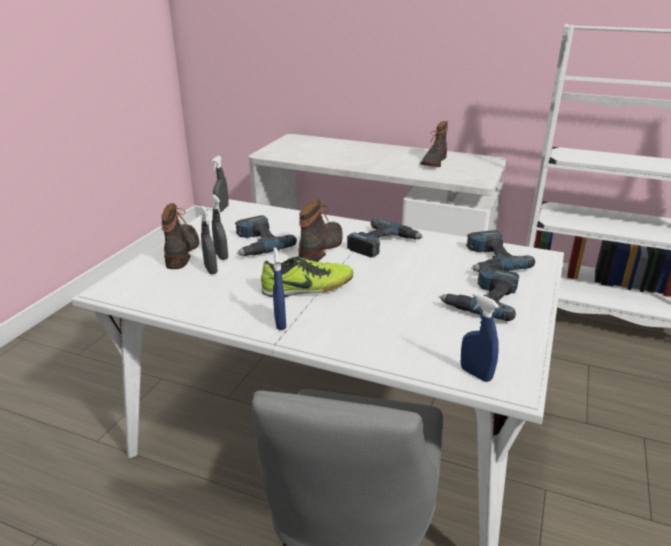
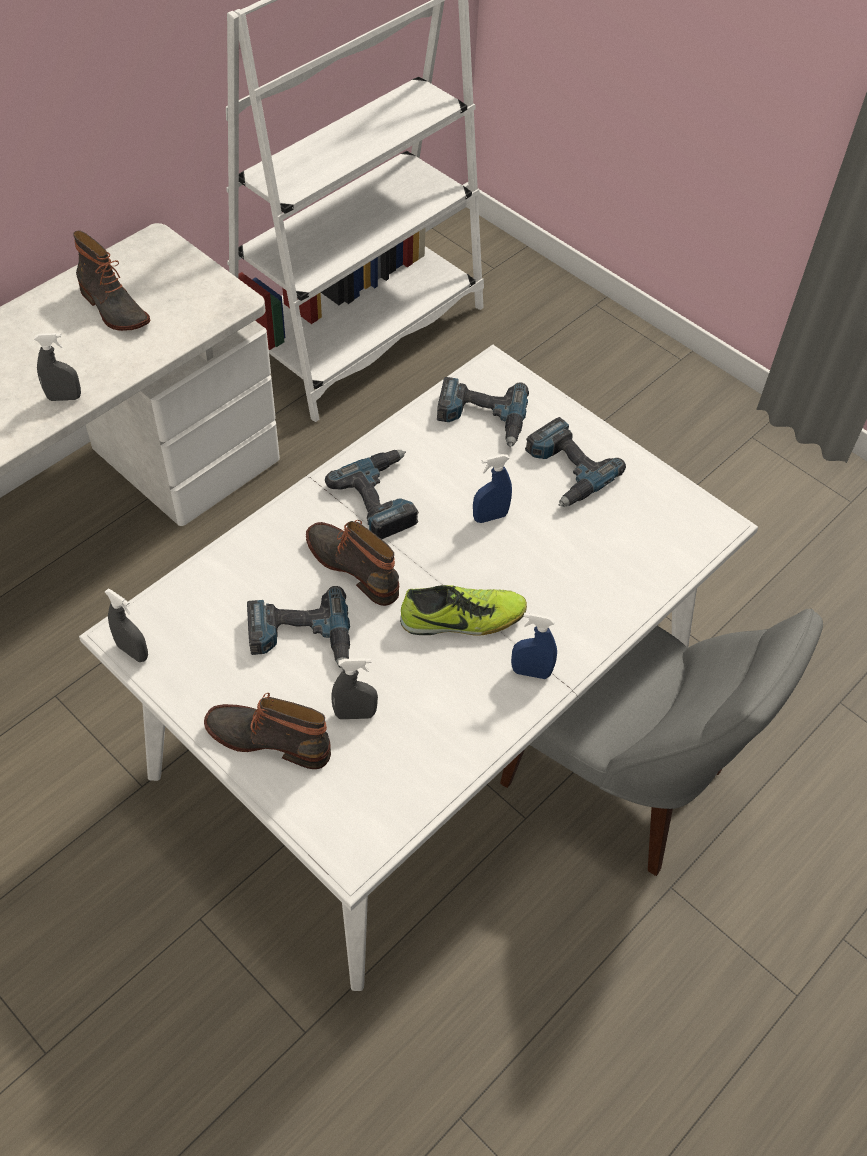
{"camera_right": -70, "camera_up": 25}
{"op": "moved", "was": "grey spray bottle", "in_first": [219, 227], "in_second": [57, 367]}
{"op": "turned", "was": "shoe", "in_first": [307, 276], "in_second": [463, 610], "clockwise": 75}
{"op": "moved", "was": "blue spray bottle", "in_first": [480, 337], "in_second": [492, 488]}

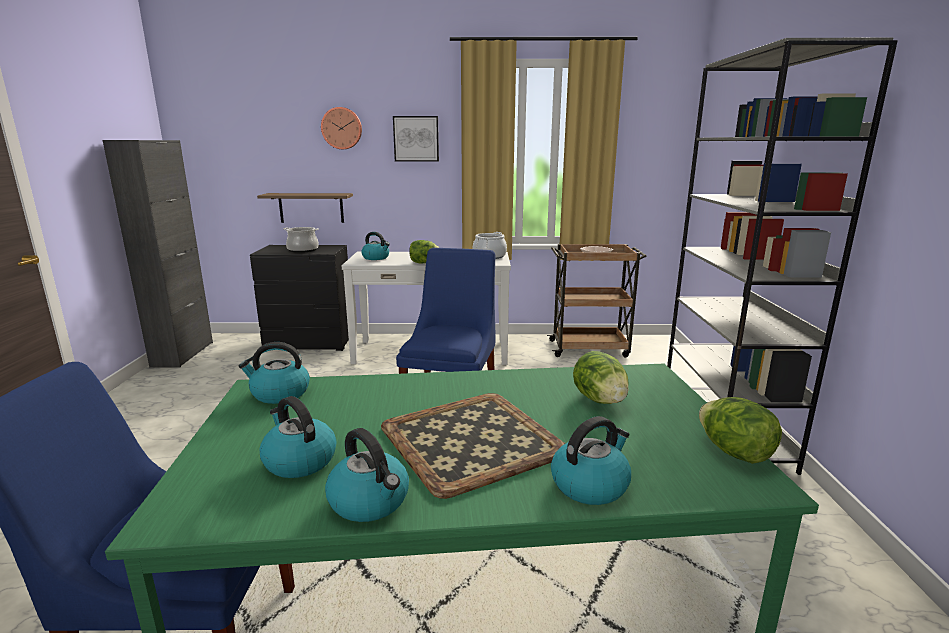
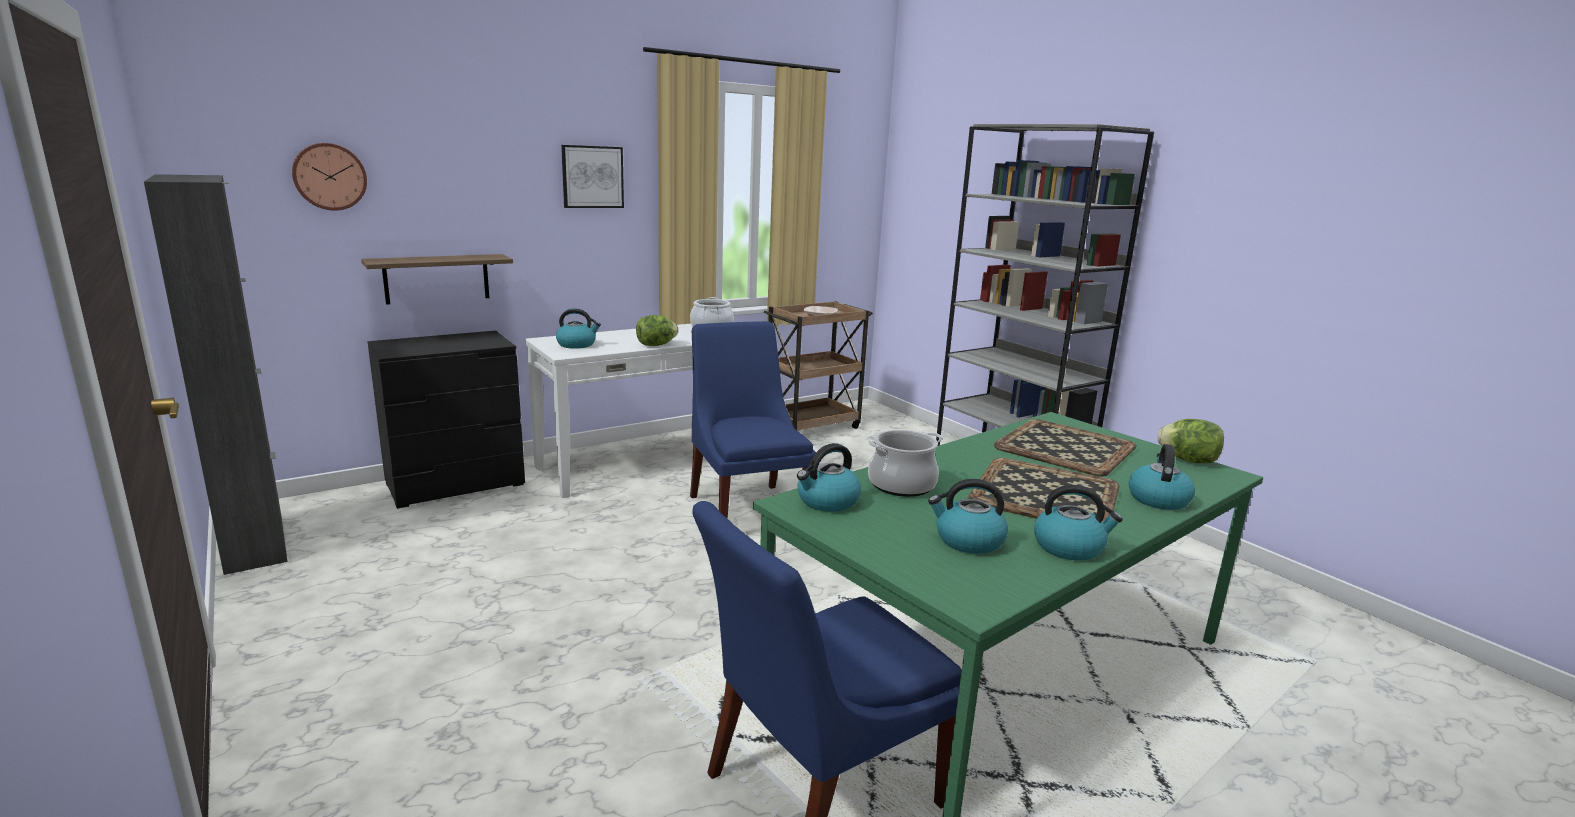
{"camera_right": -35, "camera_up": 0}
{"op": "moved", "was": "wall clock", "in_first": [341, 128], "in_second": [329, 177]}
{"op": "moved", "was": "cooking pot", "in_first": [301, 240], "in_second": [905, 463]}
{"op": "replaced", "was": "lettuce", "now": "tray", "in_first": [601, 377], "in_second": [1065, 447]}

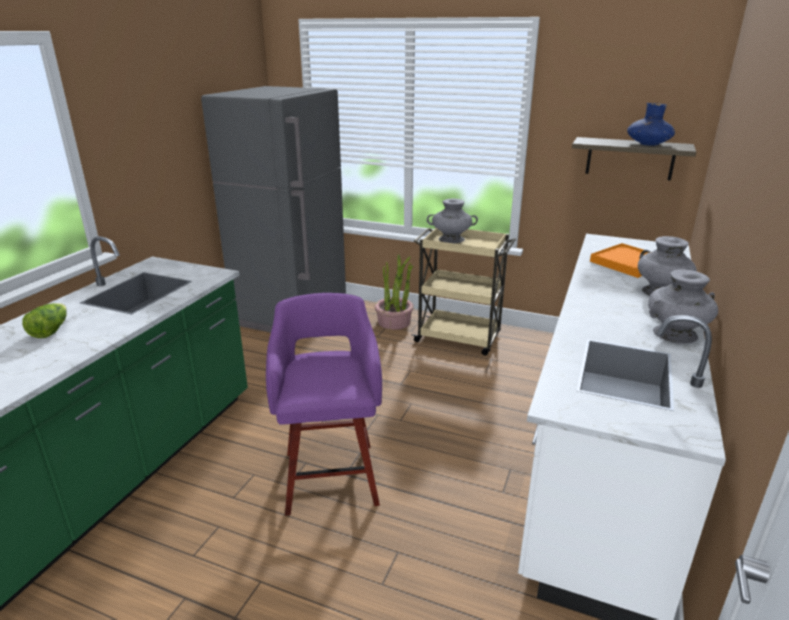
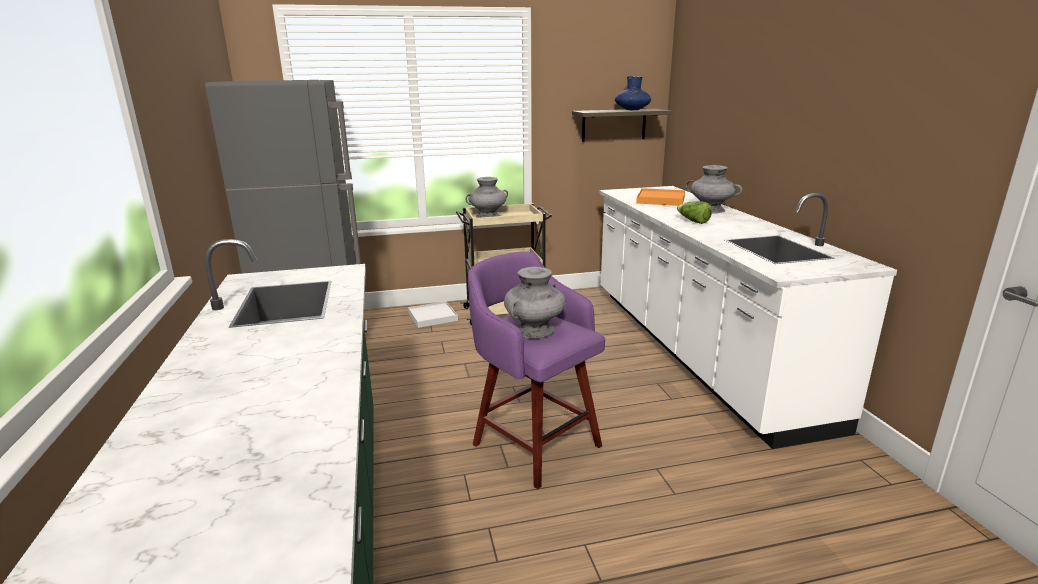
{"camera_right": -35, "camera_up": -5}
{"op": "replaced", "was": "potted plant", "now": "white tray", "in_first": [394, 292], "in_second": [433, 314]}
{"op": "moved", "was": "grey vase", "in_first": [683, 306], "in_second": [535, 302]}
{"op": "moved", "was": "lettuce", "in_first": [44, 320], "in_second": [694, 212]}

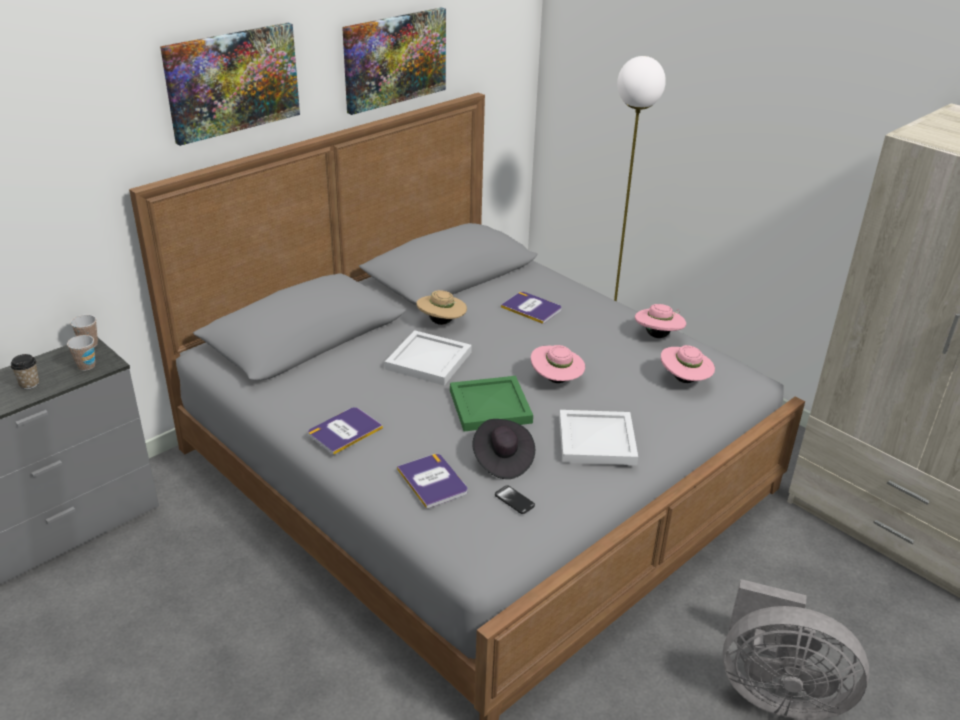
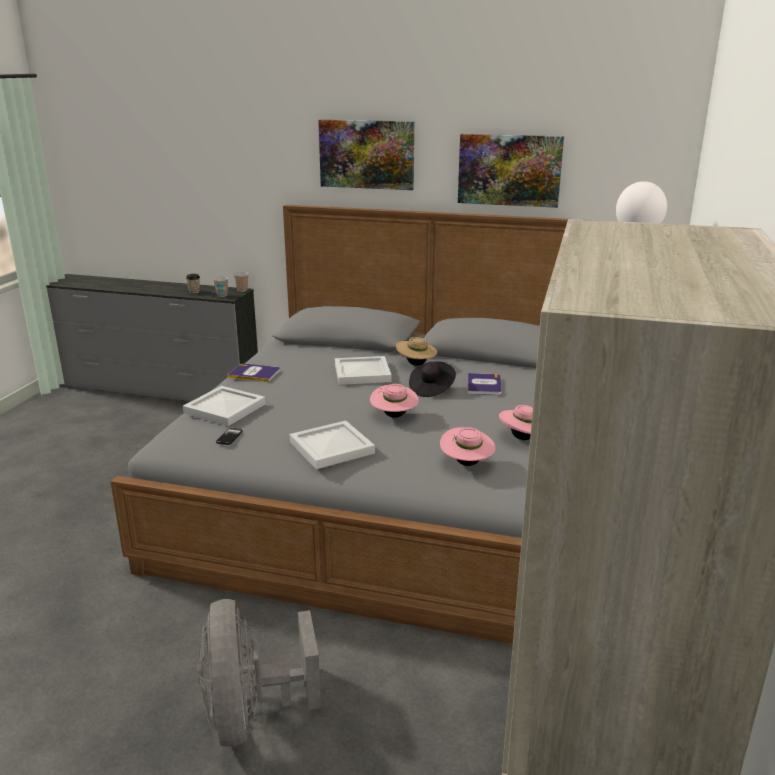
{"camera_right": 60, "camera_up": -10}
{"op": "replaced", "was": "book", "now": "white tray", "in_first": [432, 481], "in_second": [224, 406]}
{"op": "moved", "was": "black hat", "in_first": [503, 449], "in_second": [432, 379]}
{"op": "removed", "was": "green tray", "in_first": [491, 403]}

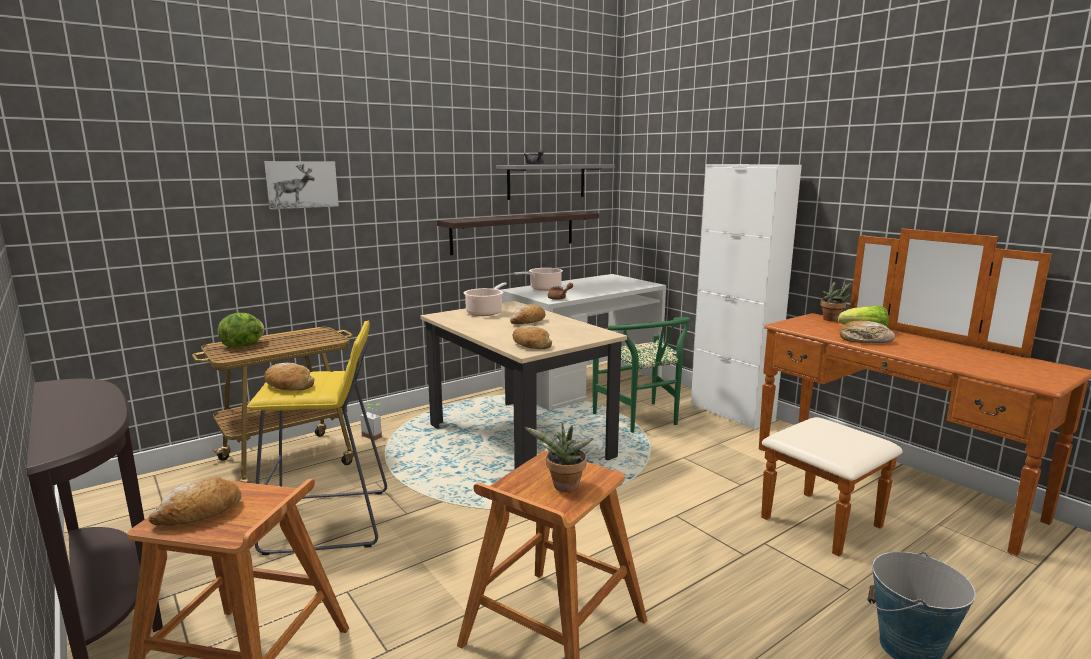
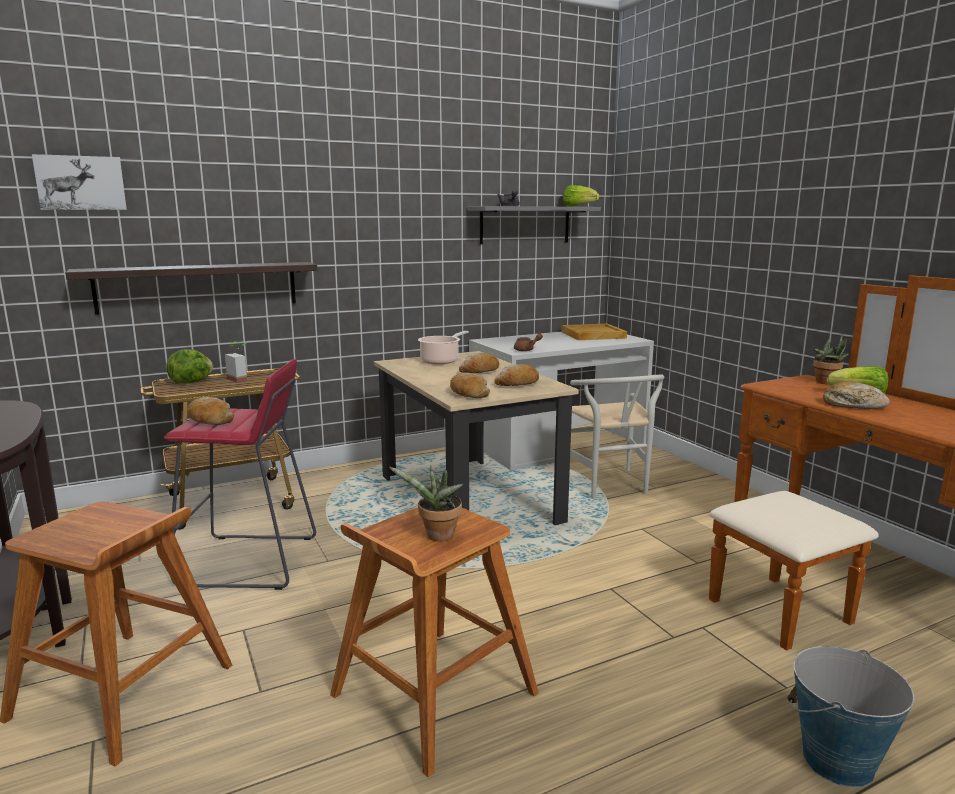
{"camera_right": 10, "camera_up": 0}
{"op": "moved", "was": "picture", "in_first": [301, 185], "in_second": [79, 182]}
{"op": "moved", "was": "shelf", "in_first": [518, 233], "in_second": [191, 288]}
{"op": "recoloured", "was": "yellow stool", "now": "red stool", "in_first": [317, 438], "in_second": [240, 474]}
{"op": "moved", "was": "potted plant", "in_first": [371, 422], "in_second": [236, 362]}
{"op": "moved", "was": "bread", "in_first": [195, 501], "in_second": [516, 375]}
{"op": "added", "now": "beige tray", "in_second": [594, 332]}
{"op": "added", "now": "lettuce", "in_second": [581, 196]}
{"op": "recoloured", "was": "green chair", "now": "white chair", "in_first": [641, 375], "in_second": [617, 437]}
{"op": "removed", "was": "cooking pot", "in_first": [538, 279]}
{"op": "removed", "was": "white cabinet", "in_first": [746, 297]}

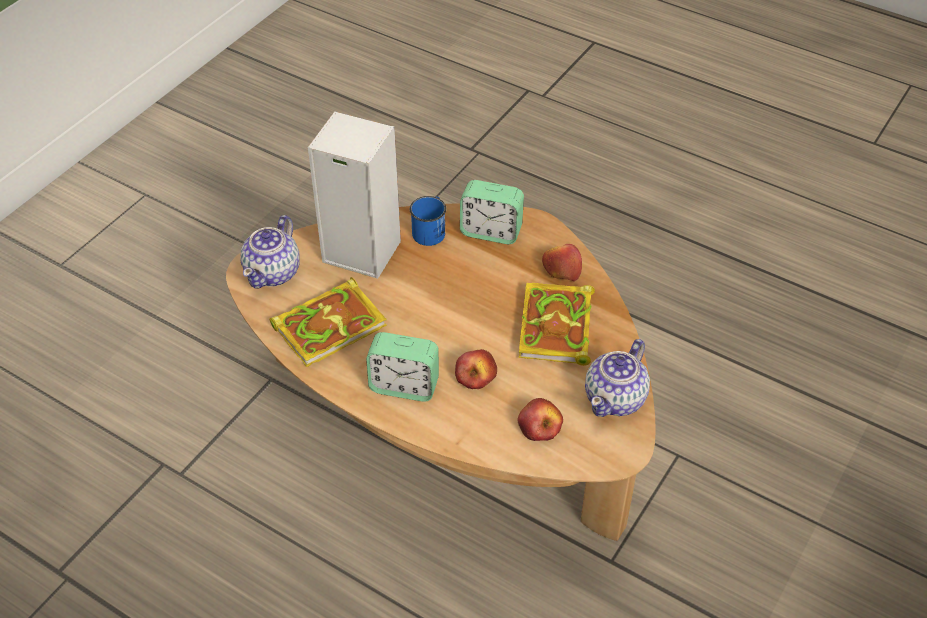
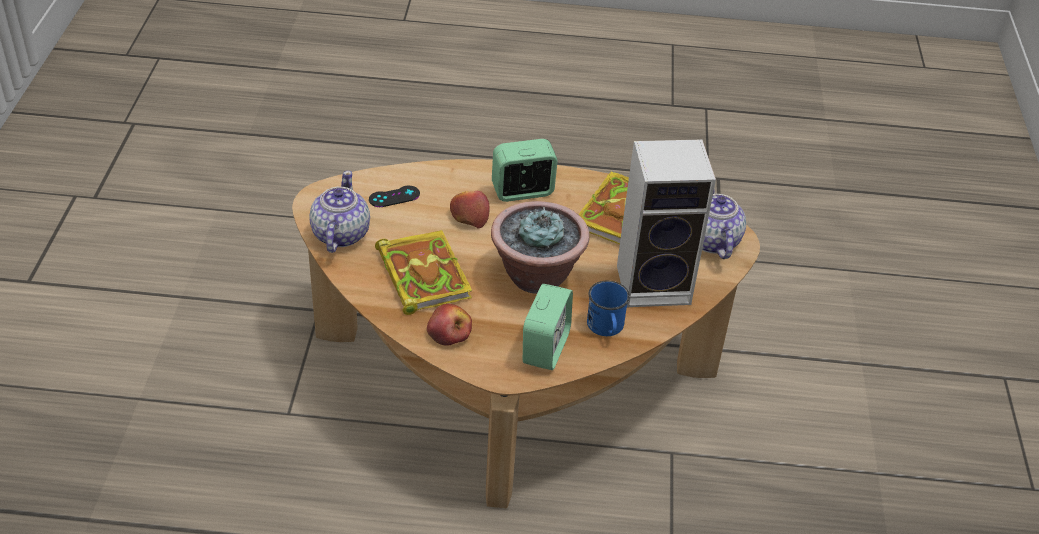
{"camera_right": 150, "camera_up": -5}
{"op": "replaced", "was": "apple", "now": "black game controller", "in_first": [540, 419], "in_second": [394, 196]}
{"op": "added", "now": "potted plant", "in_second": [540, 247]}
{"op": "turned", "was": "alarm clock", "in_first": [492, 212], "in_second": [548, 327], "clockwise": 120}

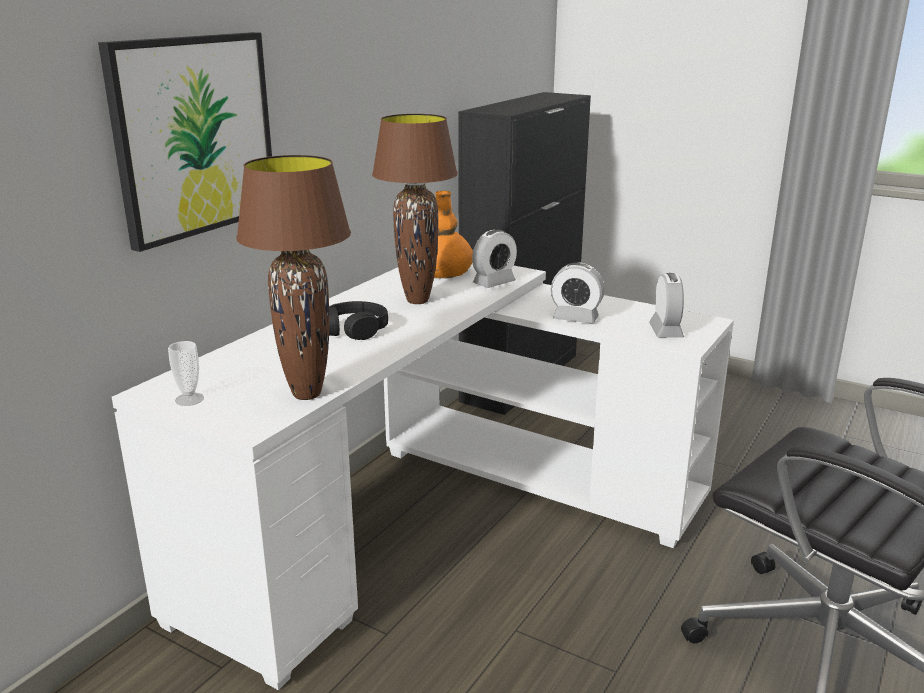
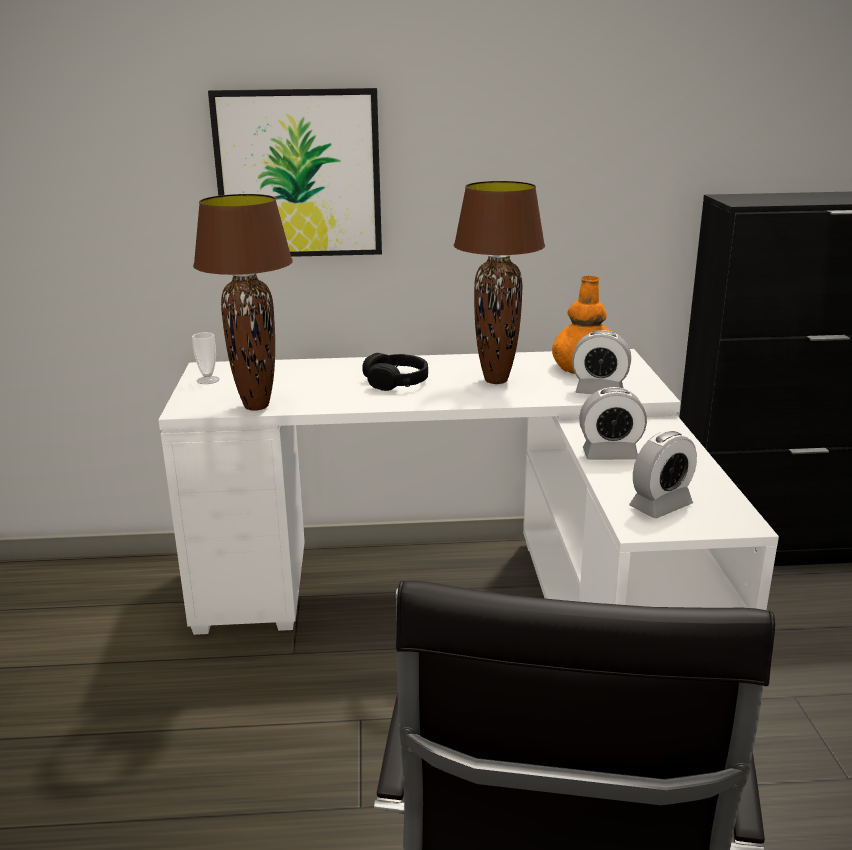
{"camera_right": 55, "camera_up": 0}
{"op": "turned", "was": "alarm clock", "in_first": [578, 293], "in_second": [613, 423], "clockwise": -75}

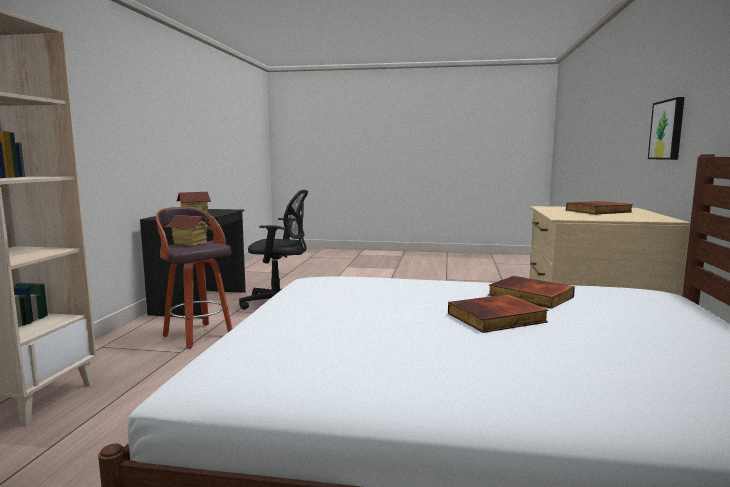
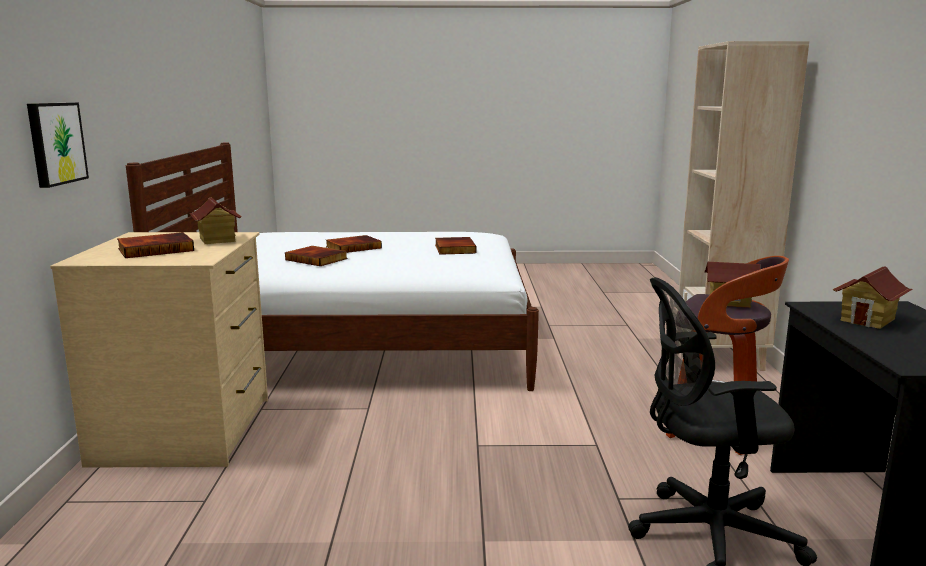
{"camera_right": 170, "camera_up": 5}
{"op": "added", "now": "toy house", "in_second": [215, 220]}
{"op": "added", "now": "book", "in_second": [456, 246]}

